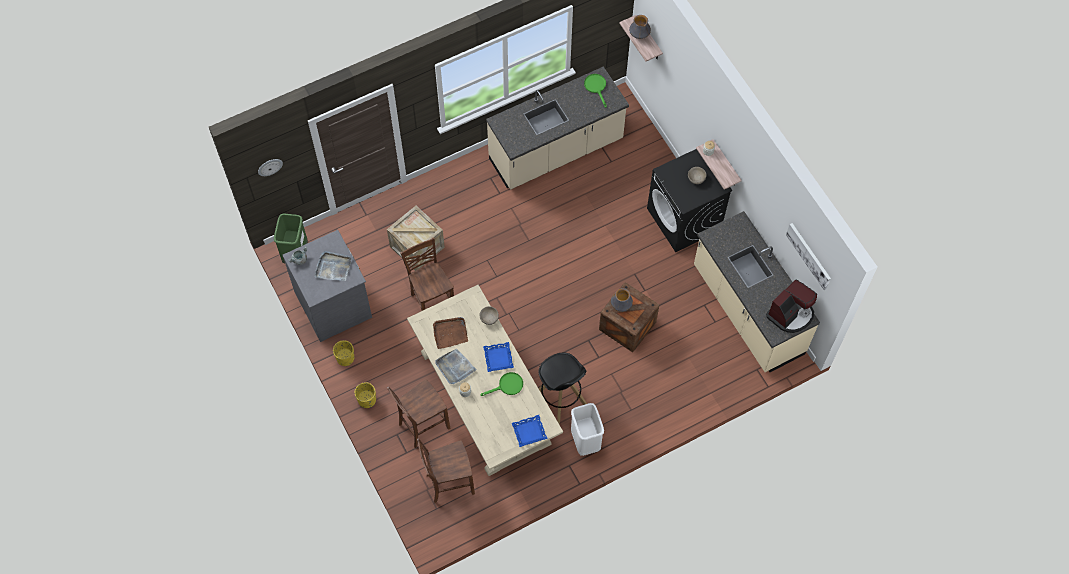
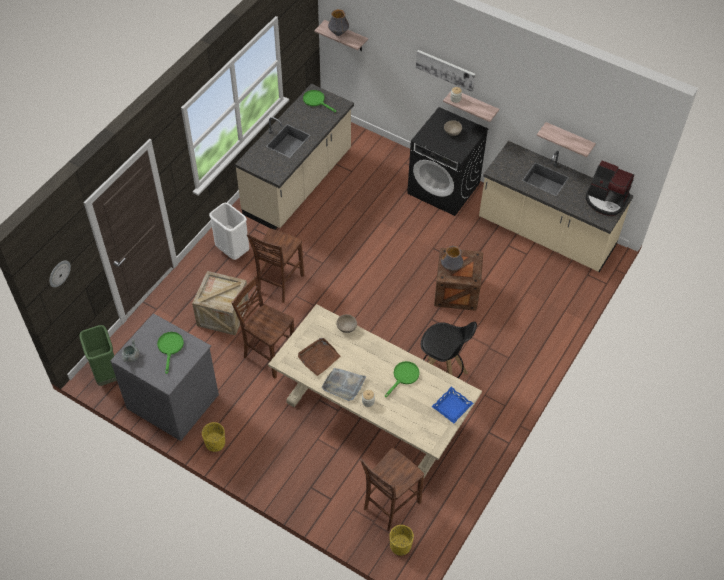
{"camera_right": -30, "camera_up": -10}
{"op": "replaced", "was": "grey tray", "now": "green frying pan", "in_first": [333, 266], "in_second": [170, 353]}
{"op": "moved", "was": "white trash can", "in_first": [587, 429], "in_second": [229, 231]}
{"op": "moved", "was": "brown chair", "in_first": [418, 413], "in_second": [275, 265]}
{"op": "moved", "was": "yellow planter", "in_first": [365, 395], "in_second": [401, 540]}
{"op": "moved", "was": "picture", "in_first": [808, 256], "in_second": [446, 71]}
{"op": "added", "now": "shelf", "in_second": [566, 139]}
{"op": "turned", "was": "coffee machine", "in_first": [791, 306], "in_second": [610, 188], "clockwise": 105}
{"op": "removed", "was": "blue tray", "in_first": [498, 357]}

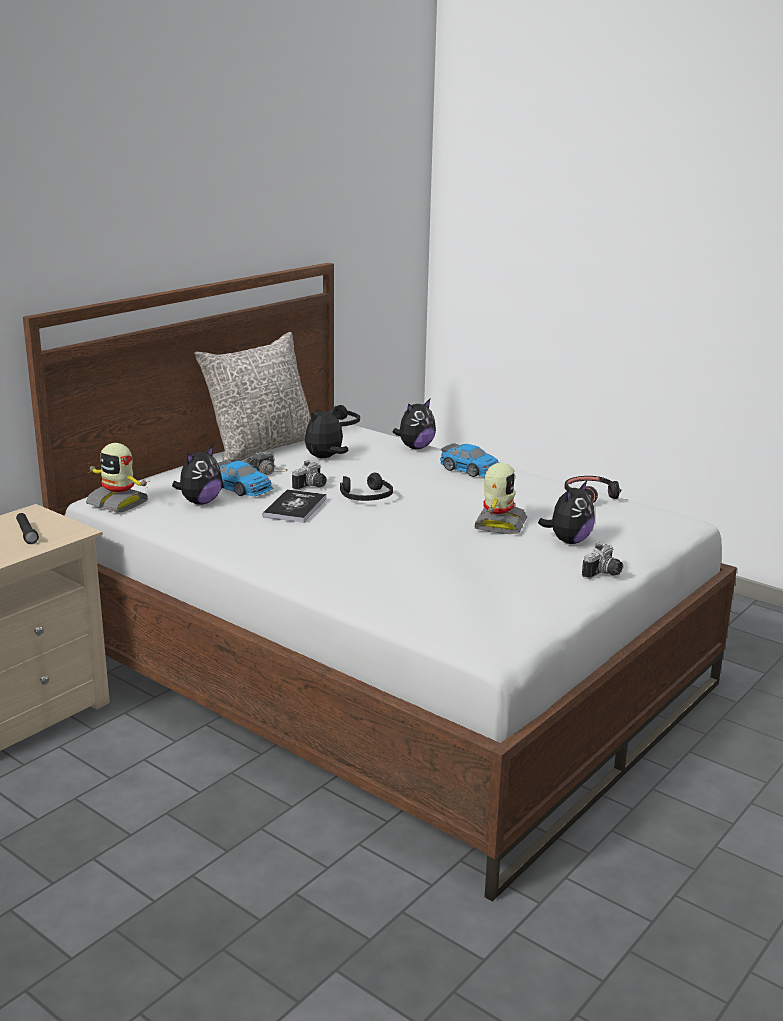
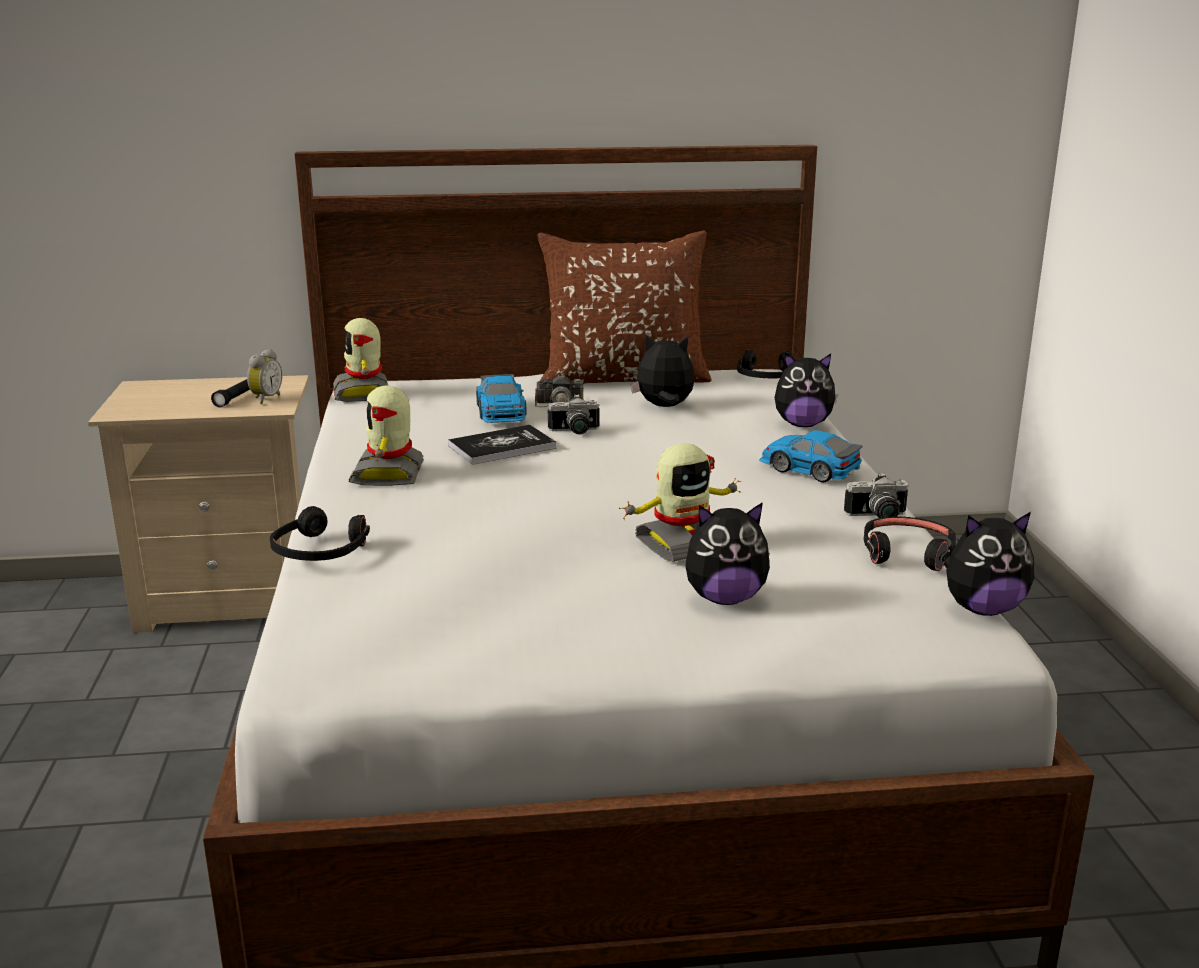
{"camera_right": 45, "camera_up": 0}
{"op": "added", "now": "alarm clock", "in_second": [264, 376]}
{"op": "moved", "was": "black headphones", "in_first": [366, 487], "in_second": [320, 533]}
{"op": "added", "now": "toy robot", "in_second": [386, 435]}
{"op": "recoloured", "was": "grey pillow", "now": "brown pillow", "in_first": [252, 397], "in_second": [624, 307]}
{"op": "turned", "was": "toy car", "in_first": [470, 460], "in_second": [810, 456], "clockwise": 135}
{"op": "moved", "was": "photo camera", "in_first": [602, 560], "in_second": [876, 495]}
{"op": "moved", "was": "plush toy", "in_first": [197, 475], "in_second": [988, 564]}

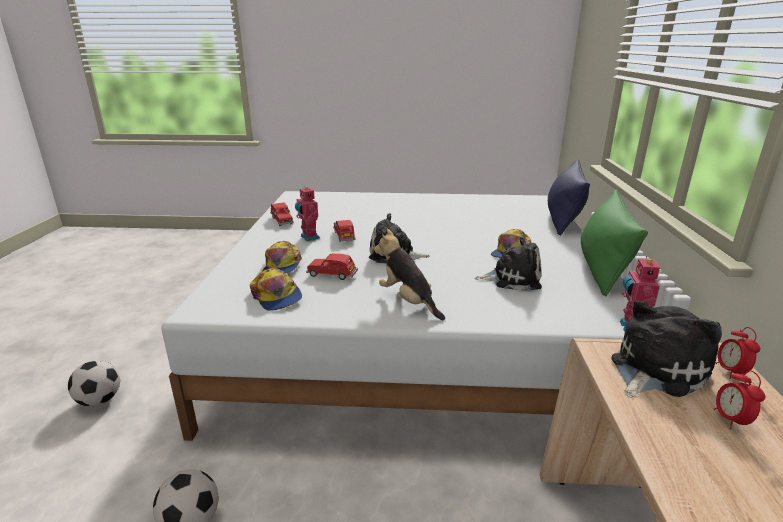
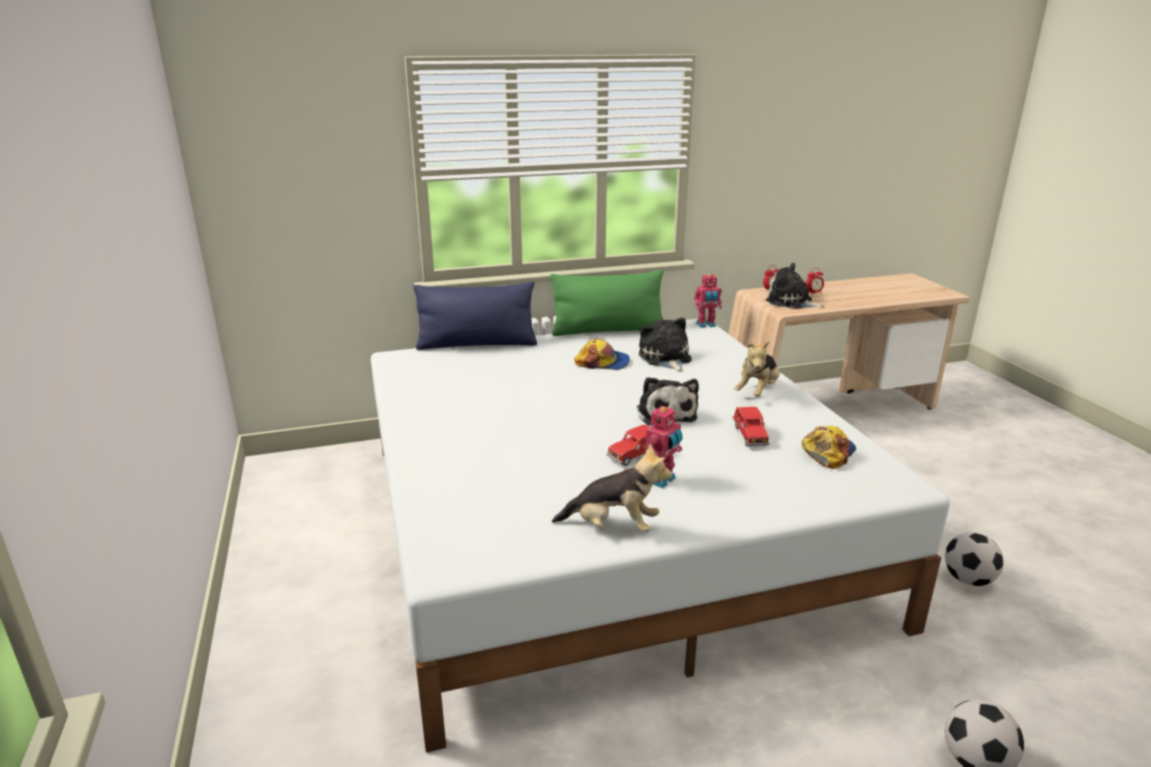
{"camera_right": -110, "camera_up": 0}
{"op": "replaced", "was": "red toy car", "now": "plush toy", "in_first": [282, 214], "in_second": [612, 488]}
{"op": "removed", "was": "cap", "in_first": [282, 257]}

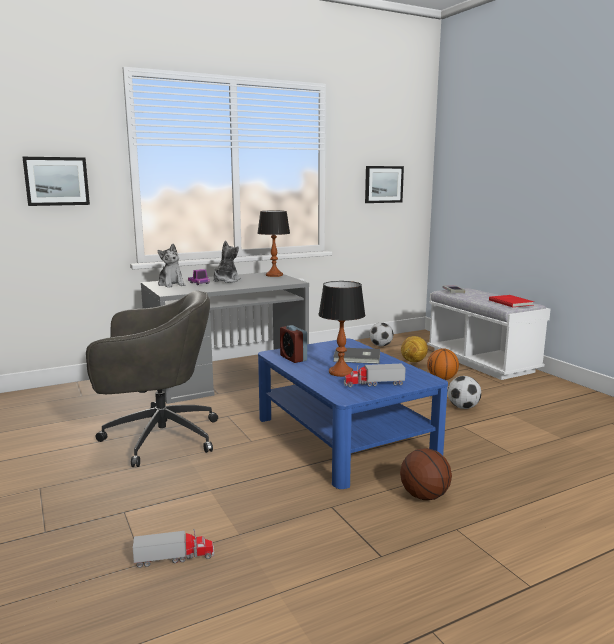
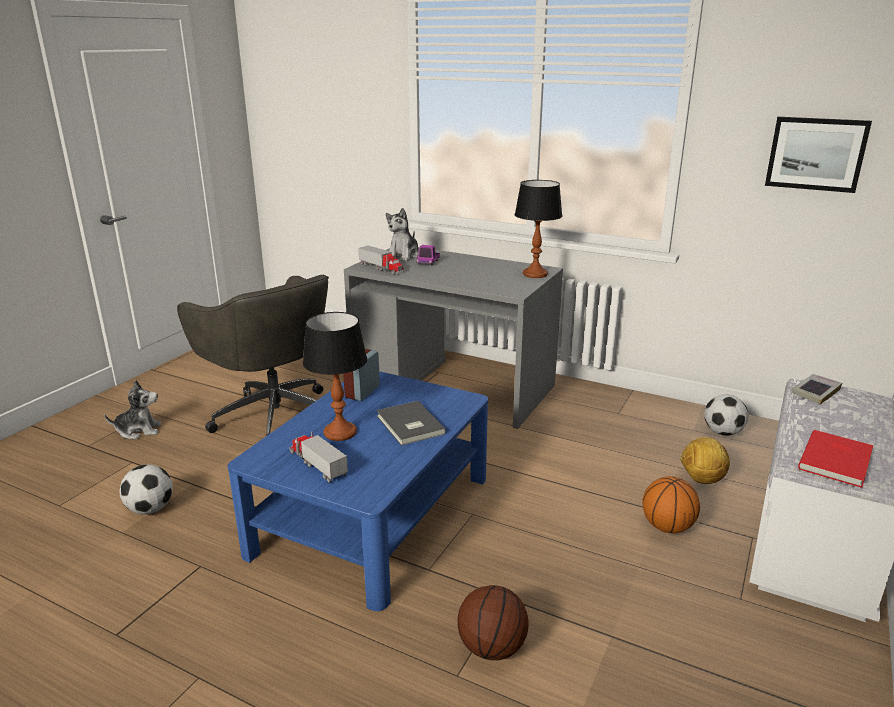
{"camera_right": 55, "camera_up": 10}
{"op": "moved", "was": "plush toy", "in_first": [227, 262], "in_second": [132, 409]}
{"op": "moved", "was": "football", "in_first": [464, 392], "in_second": [146, 489]}
{"op": "moved", "was": "toy truck", "in_first": [173, 548], "in_second": [382, 259]}
{"op": "moved", "was": "basketball", "in_first": [426, 474], "in_second": [493, 622]}
{"op": "removed", "was": "picture", "in_first": [56, 181]}

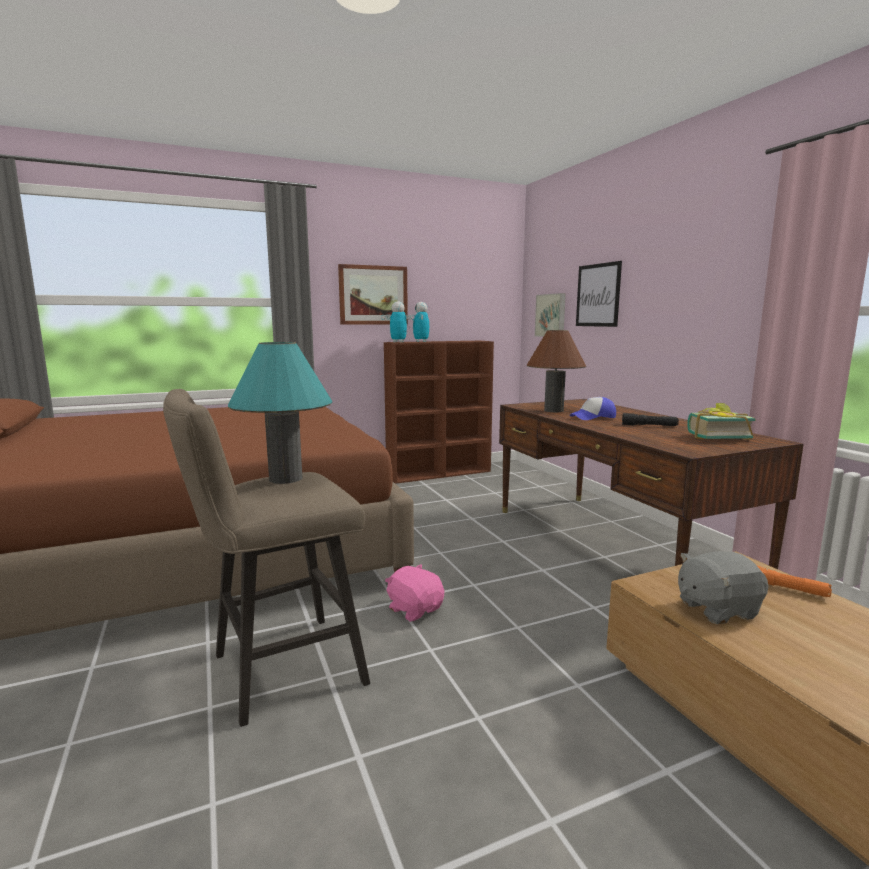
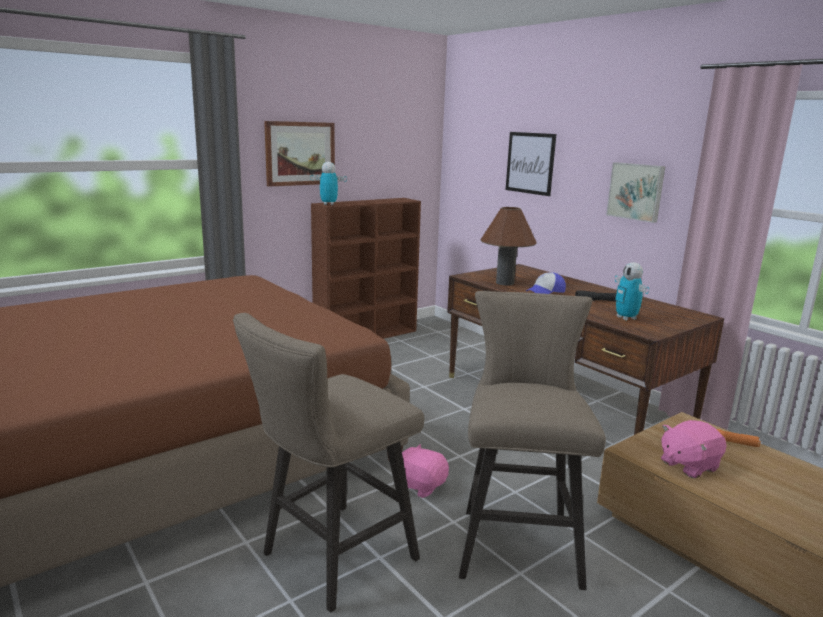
{"camera_right": -15, "camera_up": 5}
{"op": "added", "now": "beige stool", "in_second": [532, 440]}
{"op": "moved", "was": "picture", "in_first": [550, 315], "in_second": [635, 192]}
{"op": "moved", "was": "toy robot", "in_first": [421, 322], "in_second": [632, 291]}
{"op": "recoloured", "was": "grey plush toy", "now": "pink plush toy", "in_first": [723, 587], "in_second": [693, 449]}
{"op": "removed", "was": "turquoise table lamp", "in_first": [280, 413]}
{"op": "removed", "was": "book", "in_first": [722, 421]}

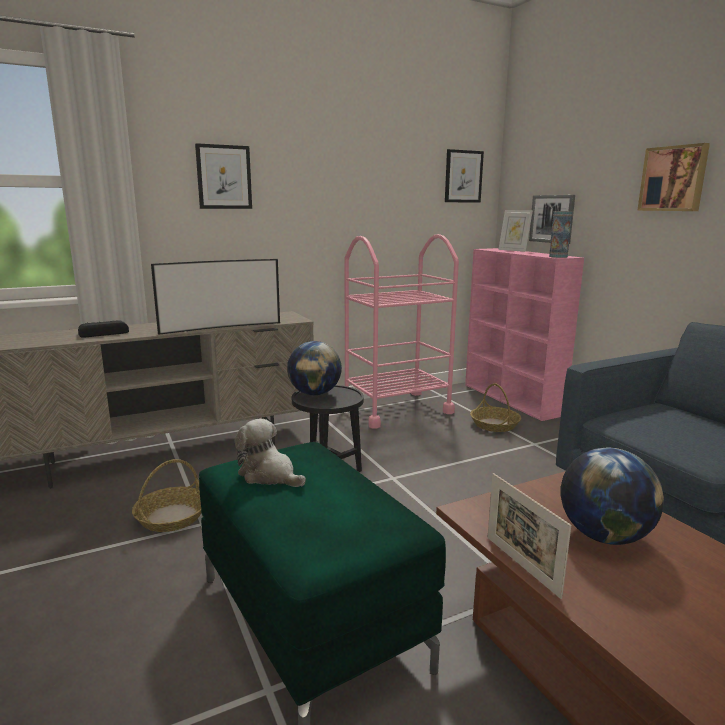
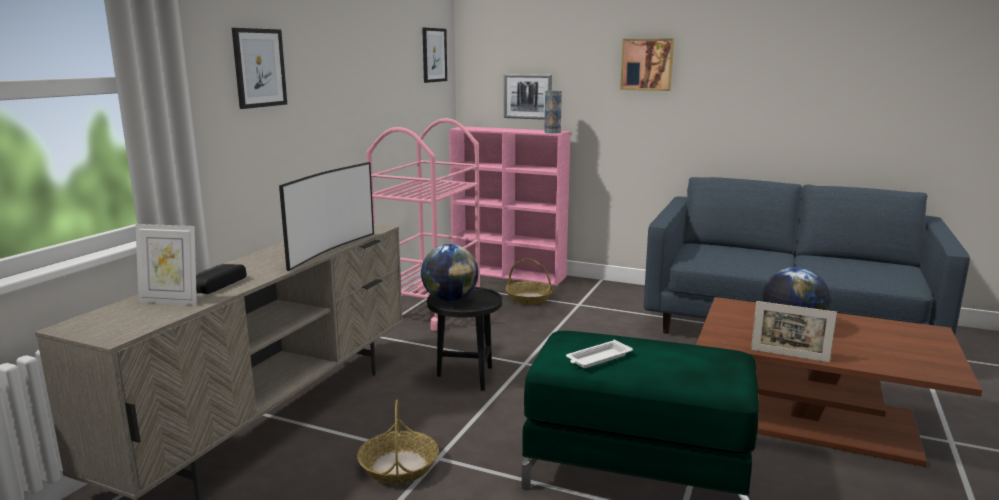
{"camera_right": -40, "camera_up": 0}
{"op": "moved", "was": "picture frame", "in_first": [515, 231], "in_second": [166, 264]}
{"op": "replaced", "was": "plush toy", "now": "white tray", "in_first": [270, 453], "in_second": [599, 354]}

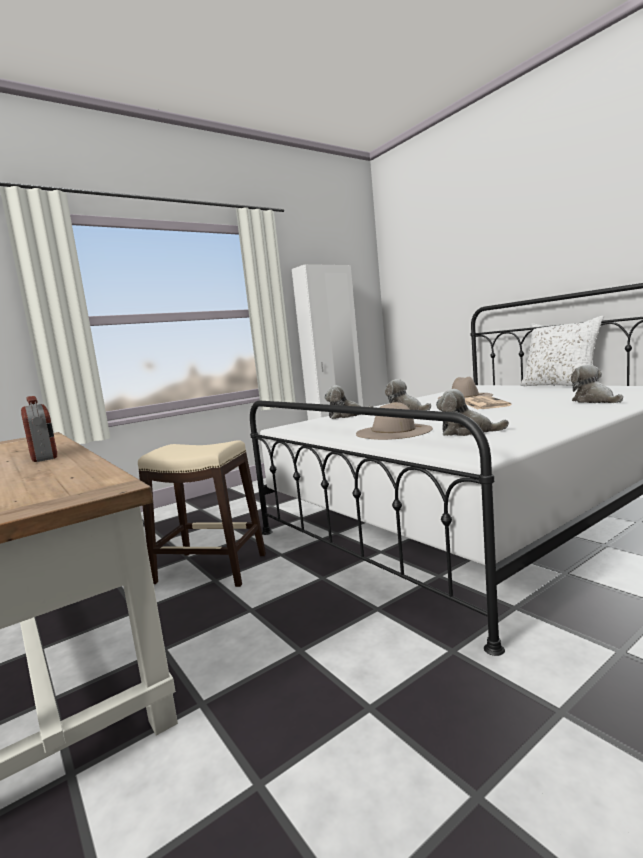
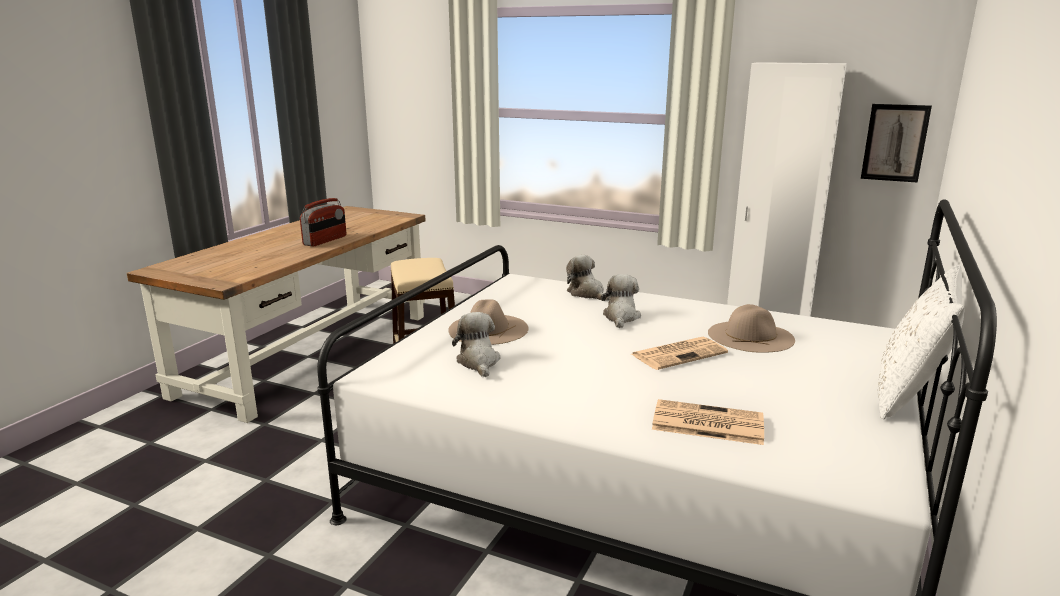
{"camera_right": 60, "camera_up": 10}
{"op": "replaced", "was": "plush toy", "now": "newspaper", "in_first": [597, 383], "in_second": [708, 422]}
{"op": "added", "now": "picture", "in_second": [896, 143]}

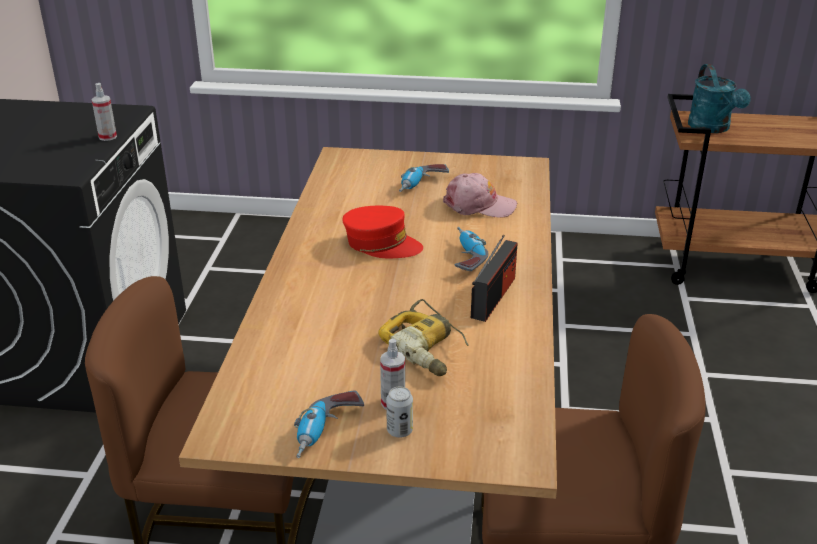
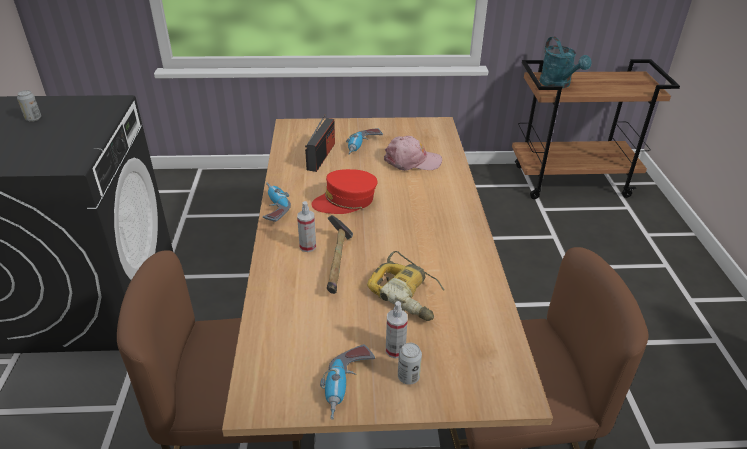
{"camera_right": -10, "camera_up": 5}
{"op": "added", "now": "can", "in_second": [29, 106]}
{"op": "moved", "was": "power drill", "in_first": [471, 249], "in_second": [277, 202]}
{"op": "moved", "was": "spray bottle", "in_first": [104, 112], "in_second": [306, 226]}
{"op": "moved", "was": "radio", "in_first": [494, 278], "in_second": [320, 143]}
{"op": "turned", "was": "red cap", "in_first": [382, 232], "in_second": [344, 191], "clockwise": 150}
{"op": "added", "now": "hammer", "in_second": [340, 254]}

